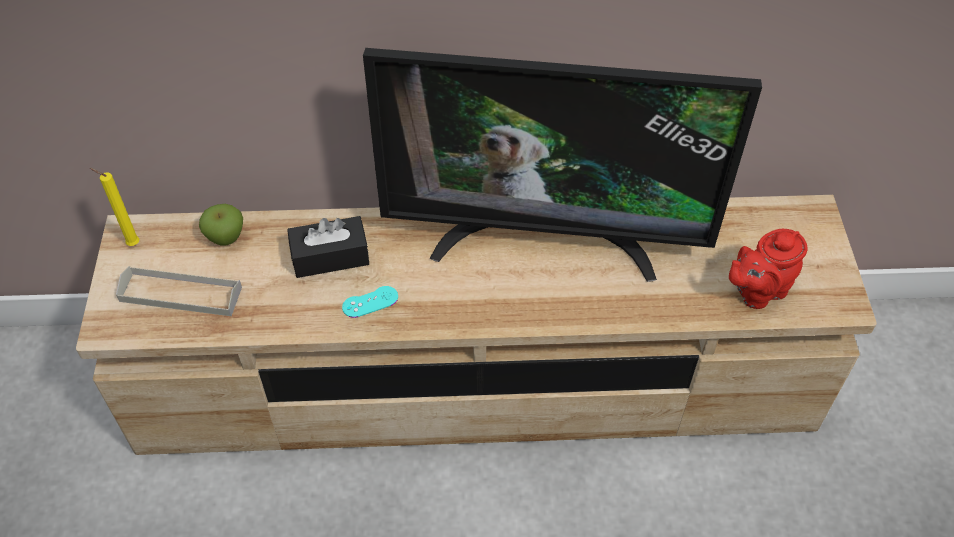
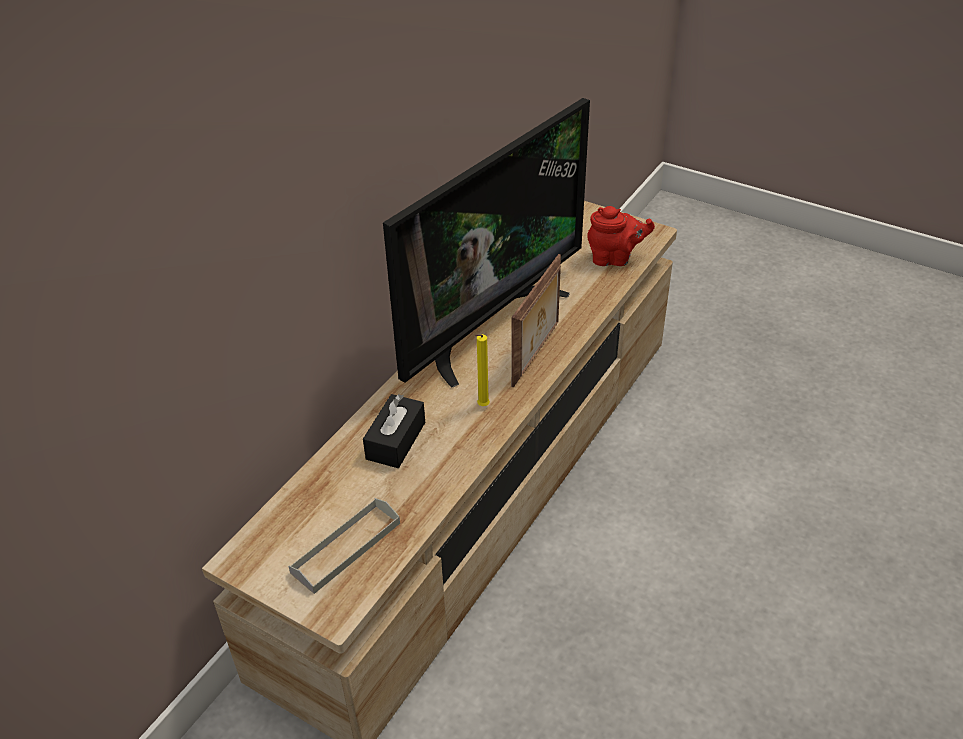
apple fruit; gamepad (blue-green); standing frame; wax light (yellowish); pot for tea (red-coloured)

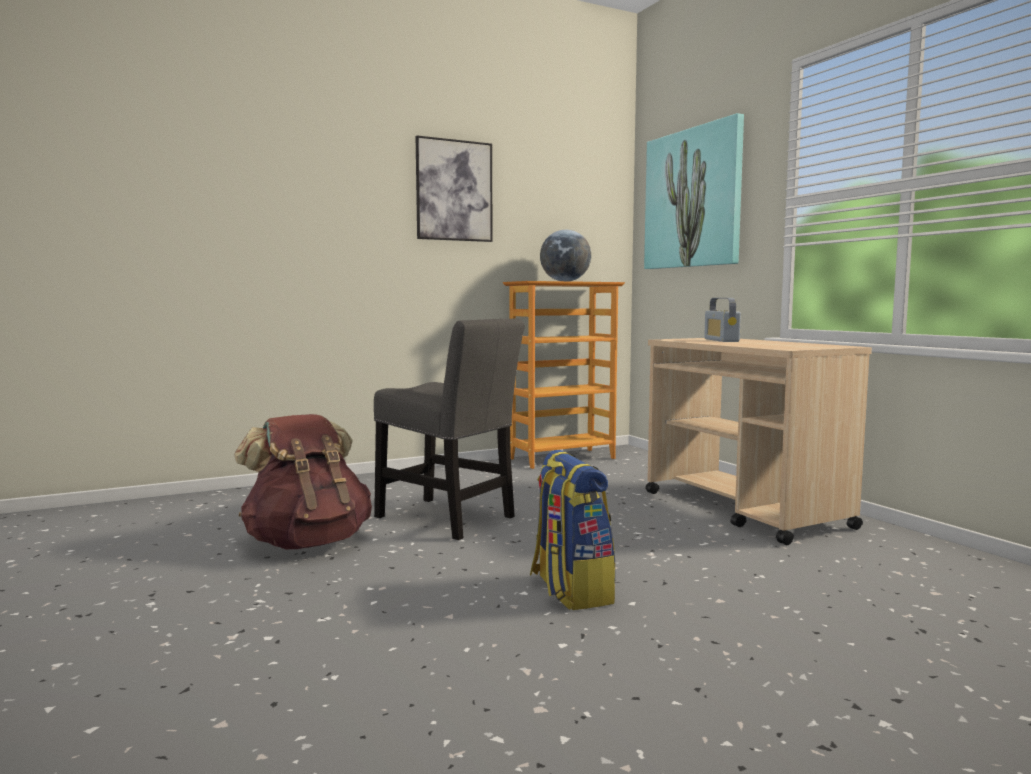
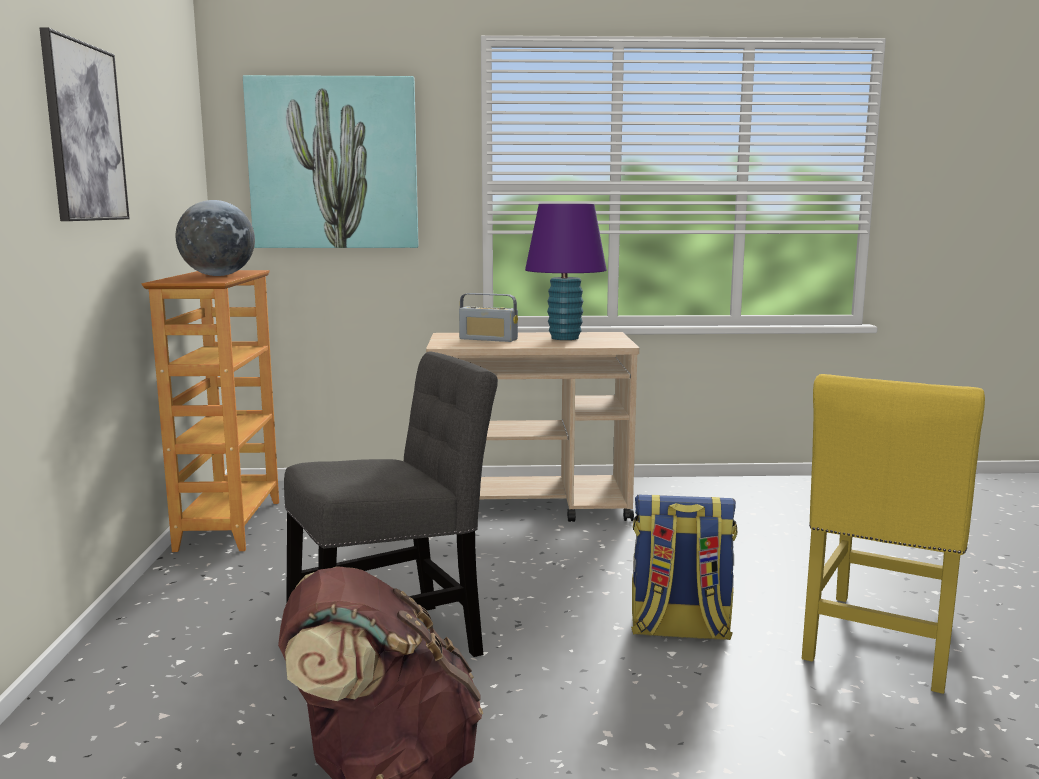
table lamp (purplish); chair (yellowish)

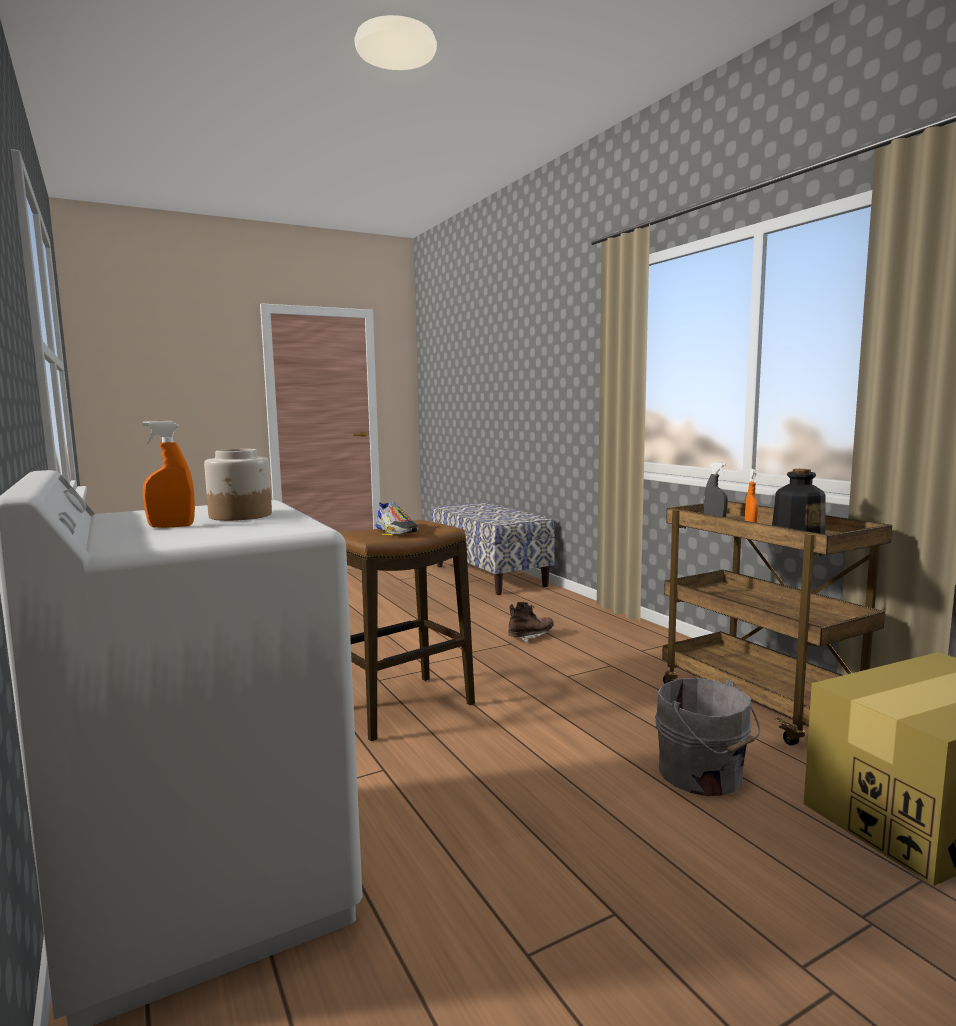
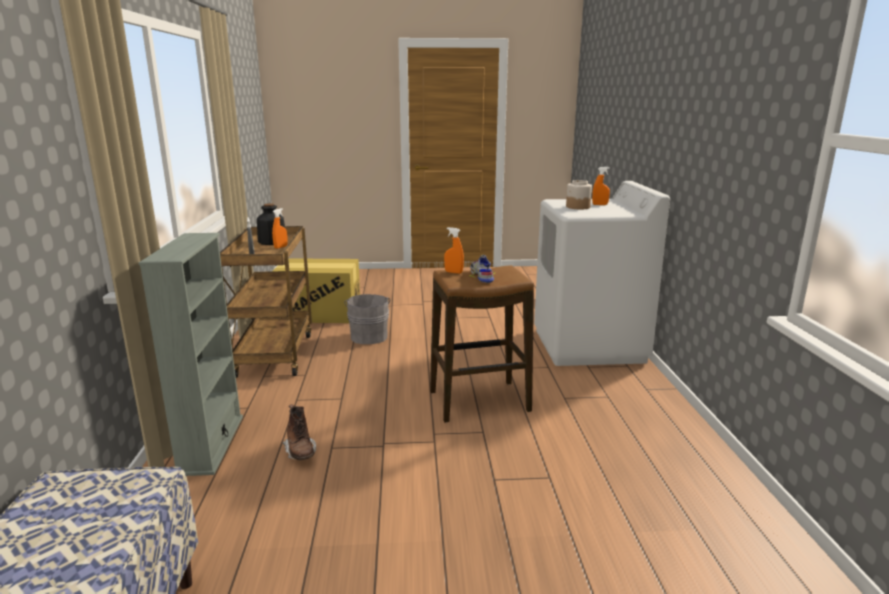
shelving unit (grey); hand sprayer (orange-coloured) (2nd from left); tall boot (brown)

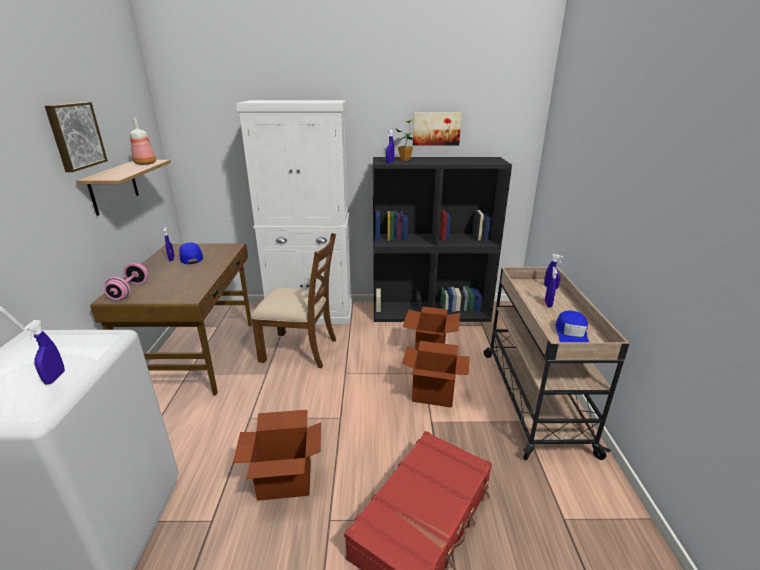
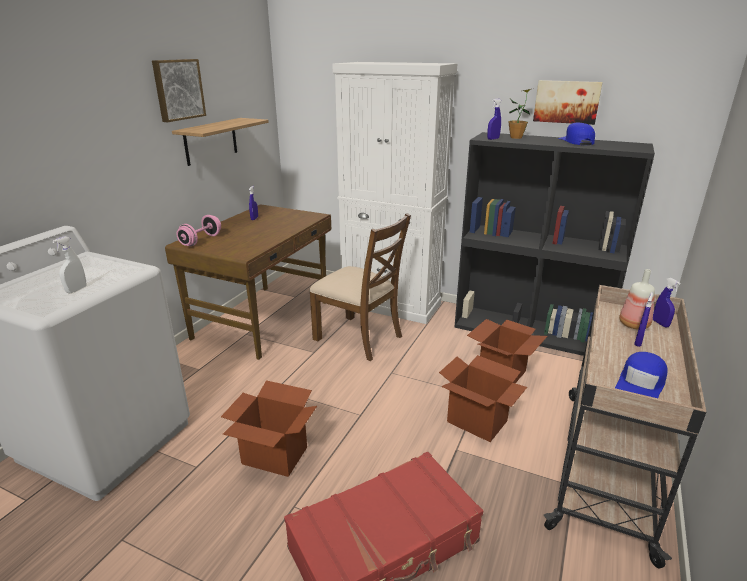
bottle; peaked cap (blue) (1st from left); hand sprayer (white-coloured)

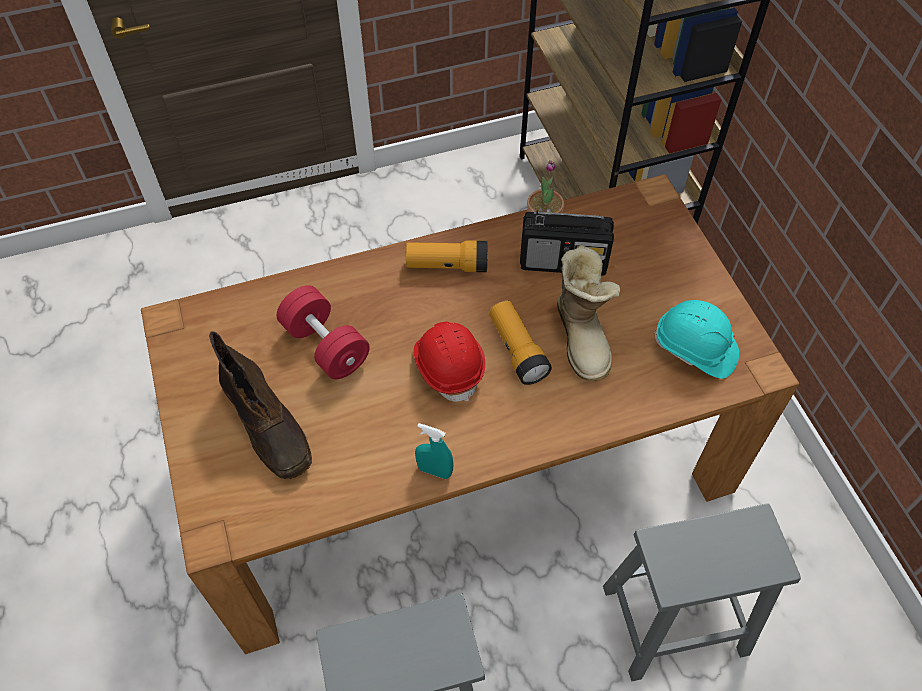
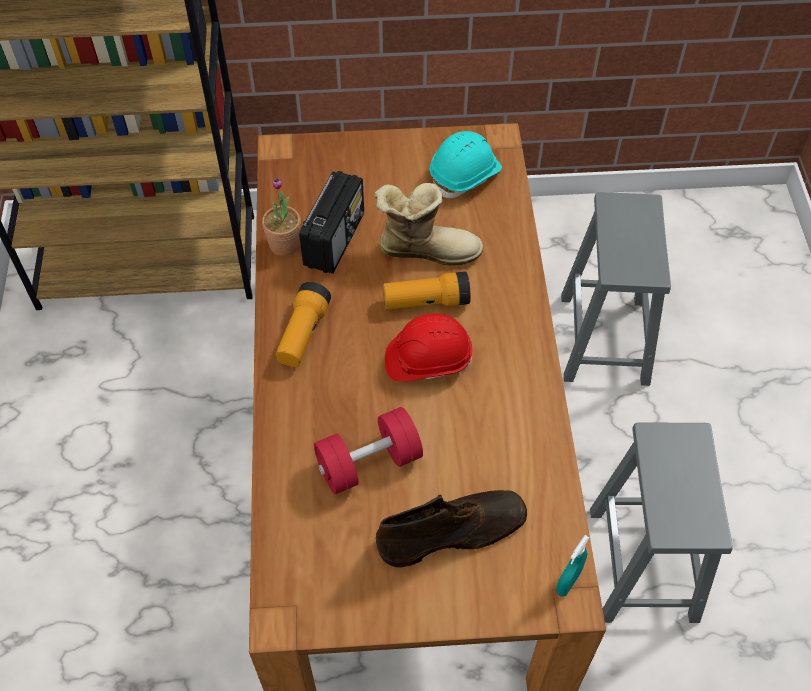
hand sprayer (blue-green)

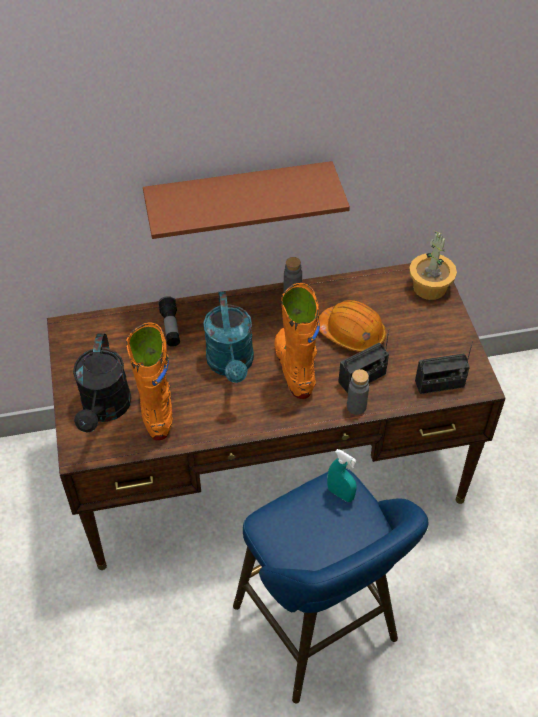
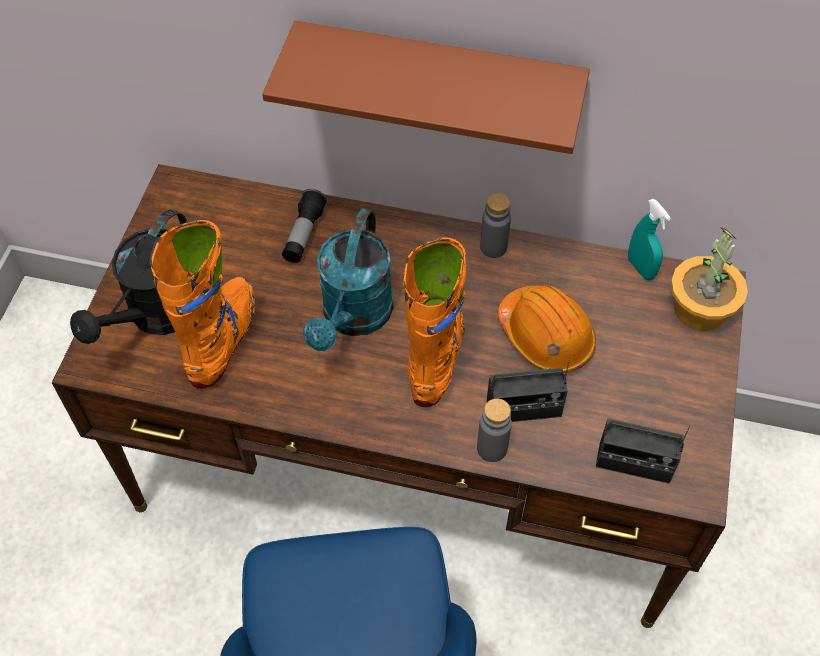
hand sprayer (blue-green)

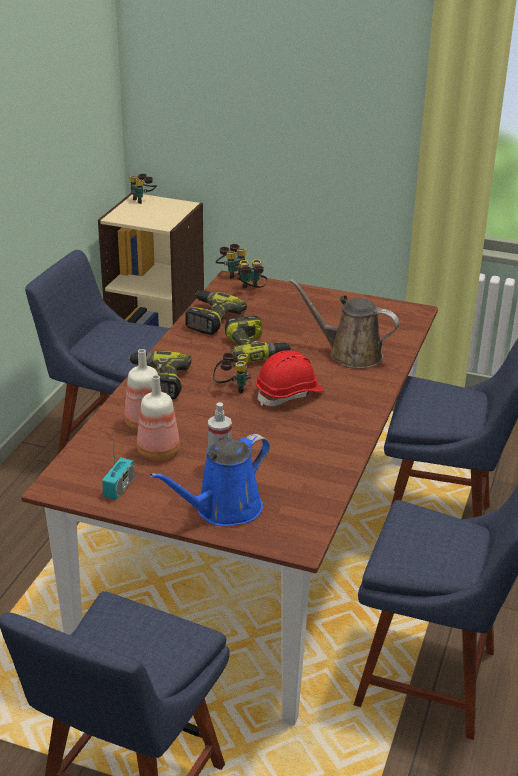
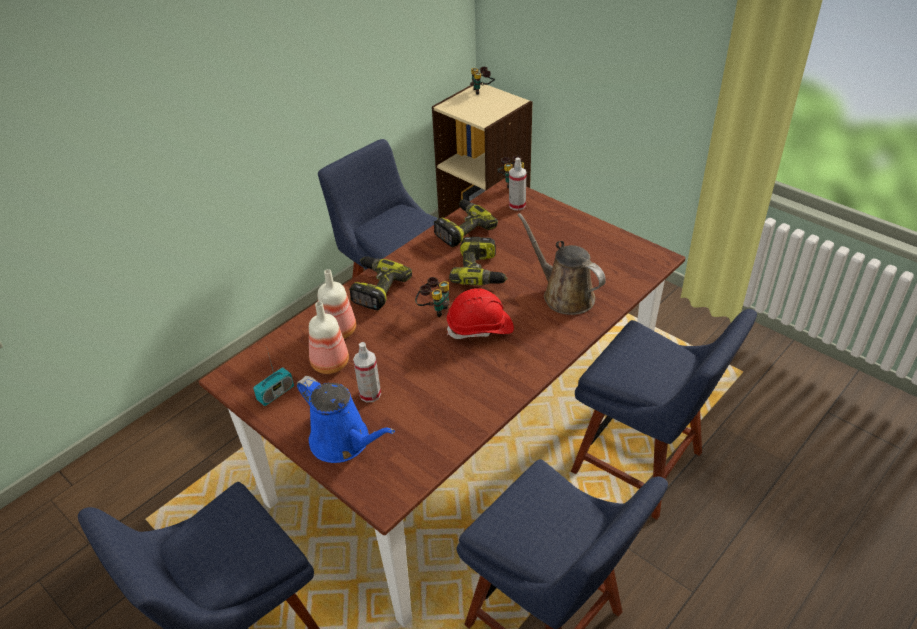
hand sprayer (2nd from left); watering pot (blue)

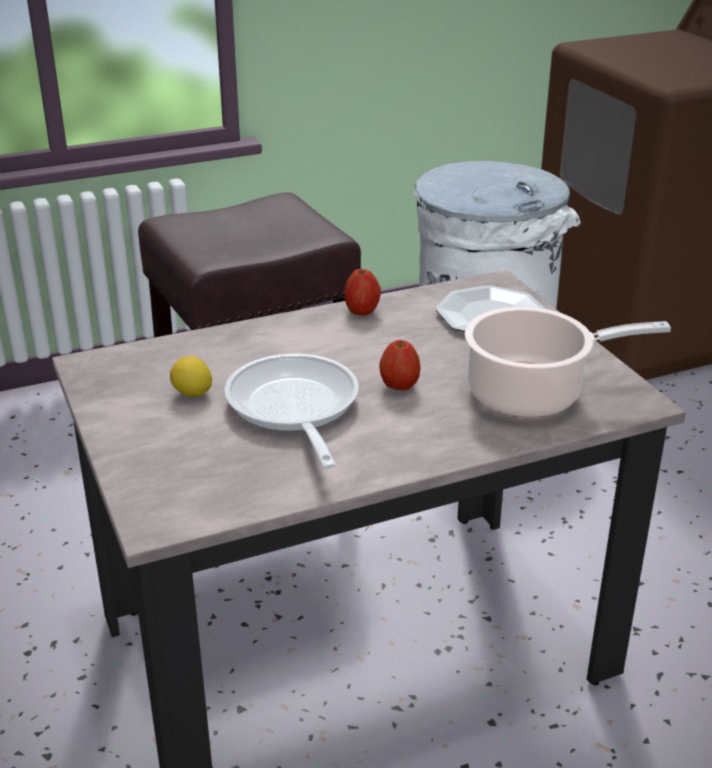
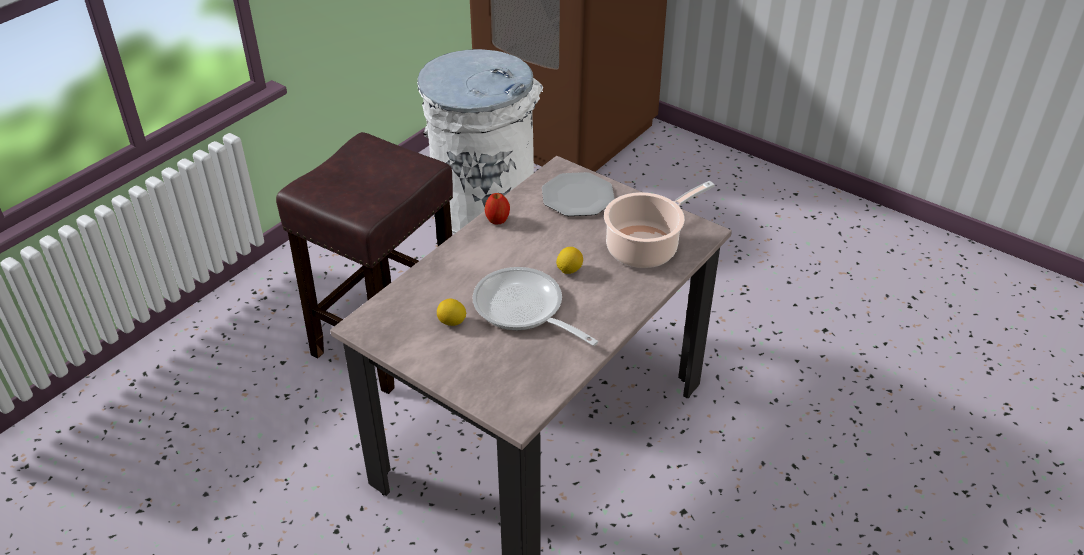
lemon (2nd from left)

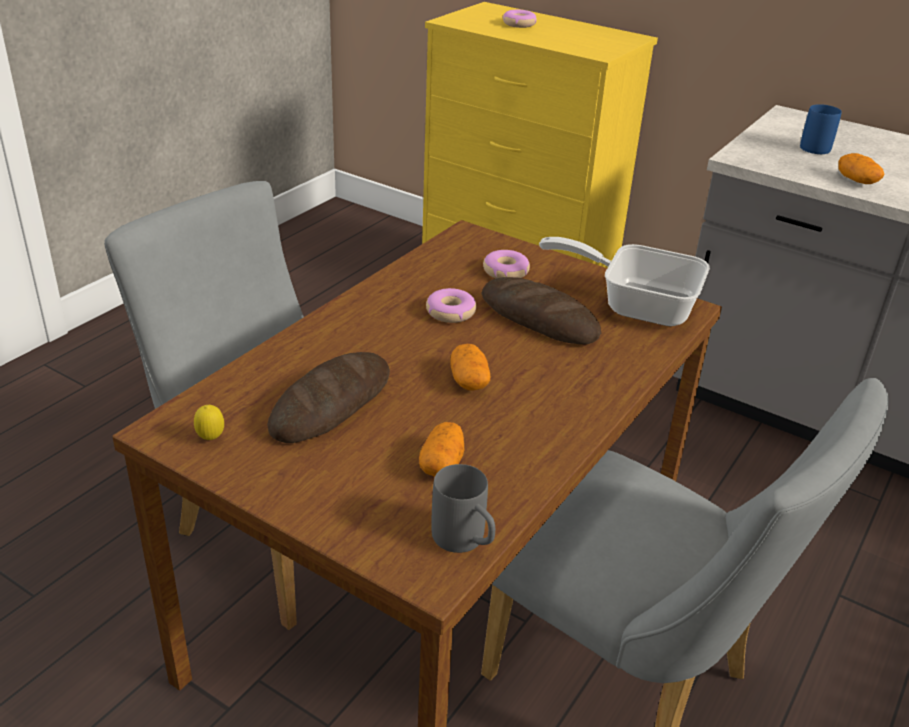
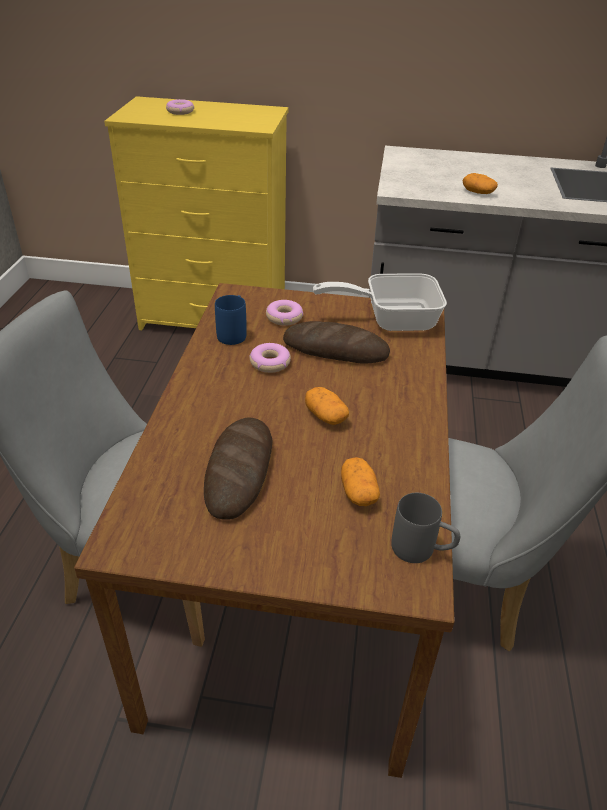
lemon; tea mug (blue)

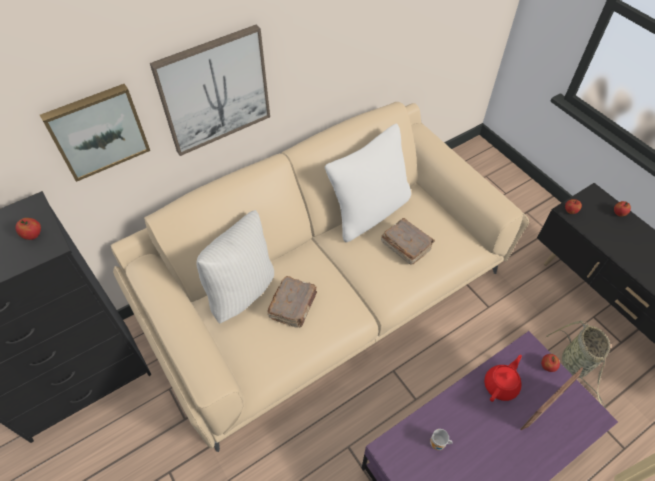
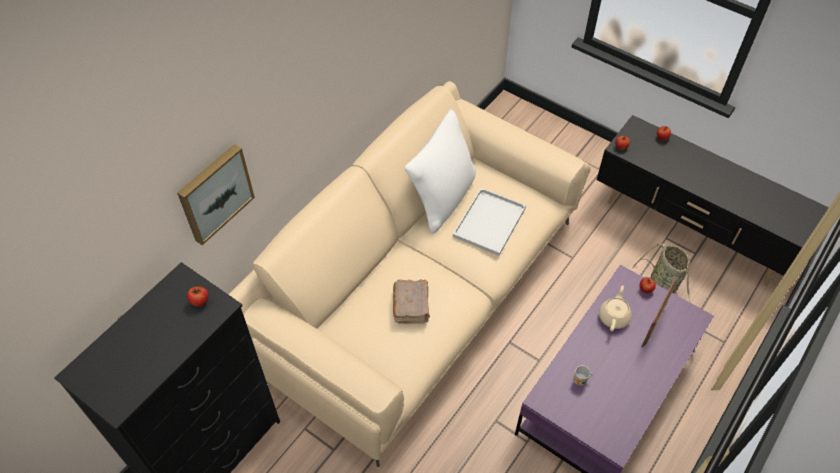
wall picture (2nd from left in the first image); cushion (white-coloured) (1st from left in the first image); serving tray (white-coloured); pot for tea (sand-coloured)

